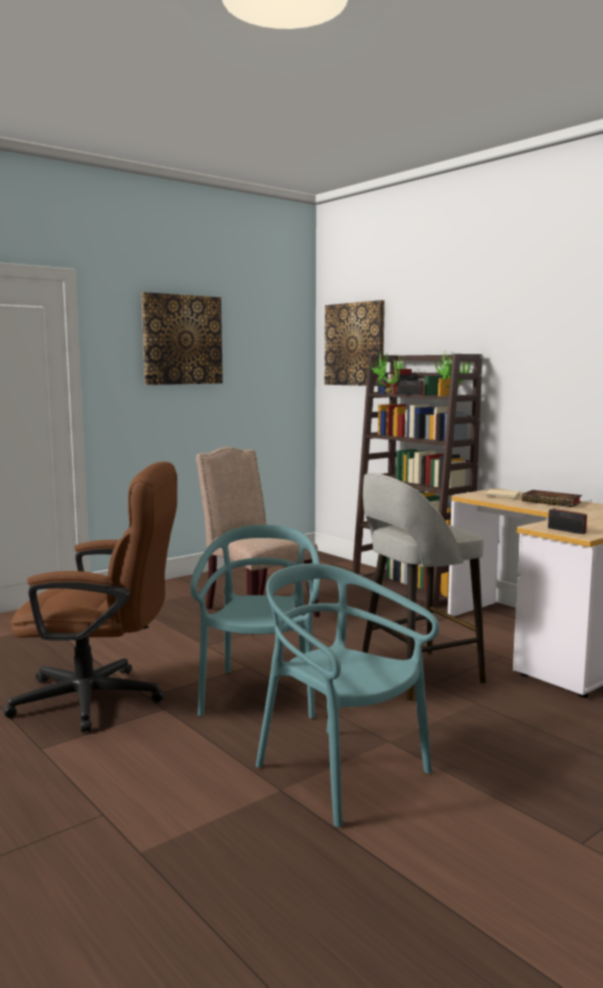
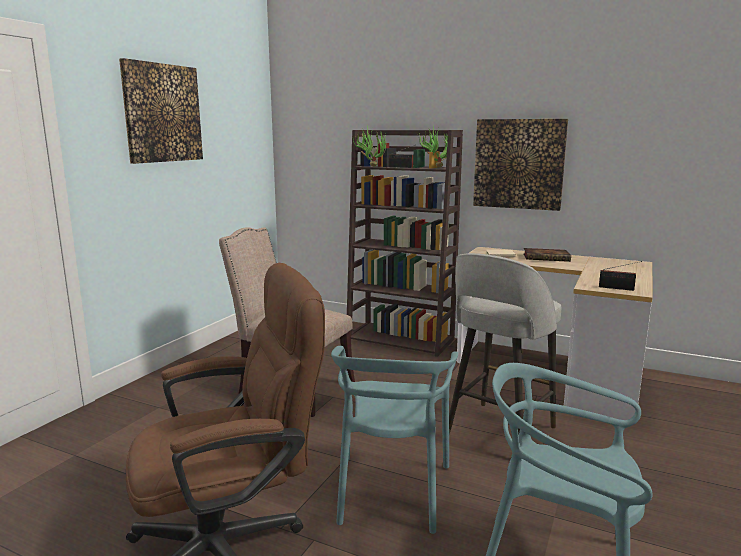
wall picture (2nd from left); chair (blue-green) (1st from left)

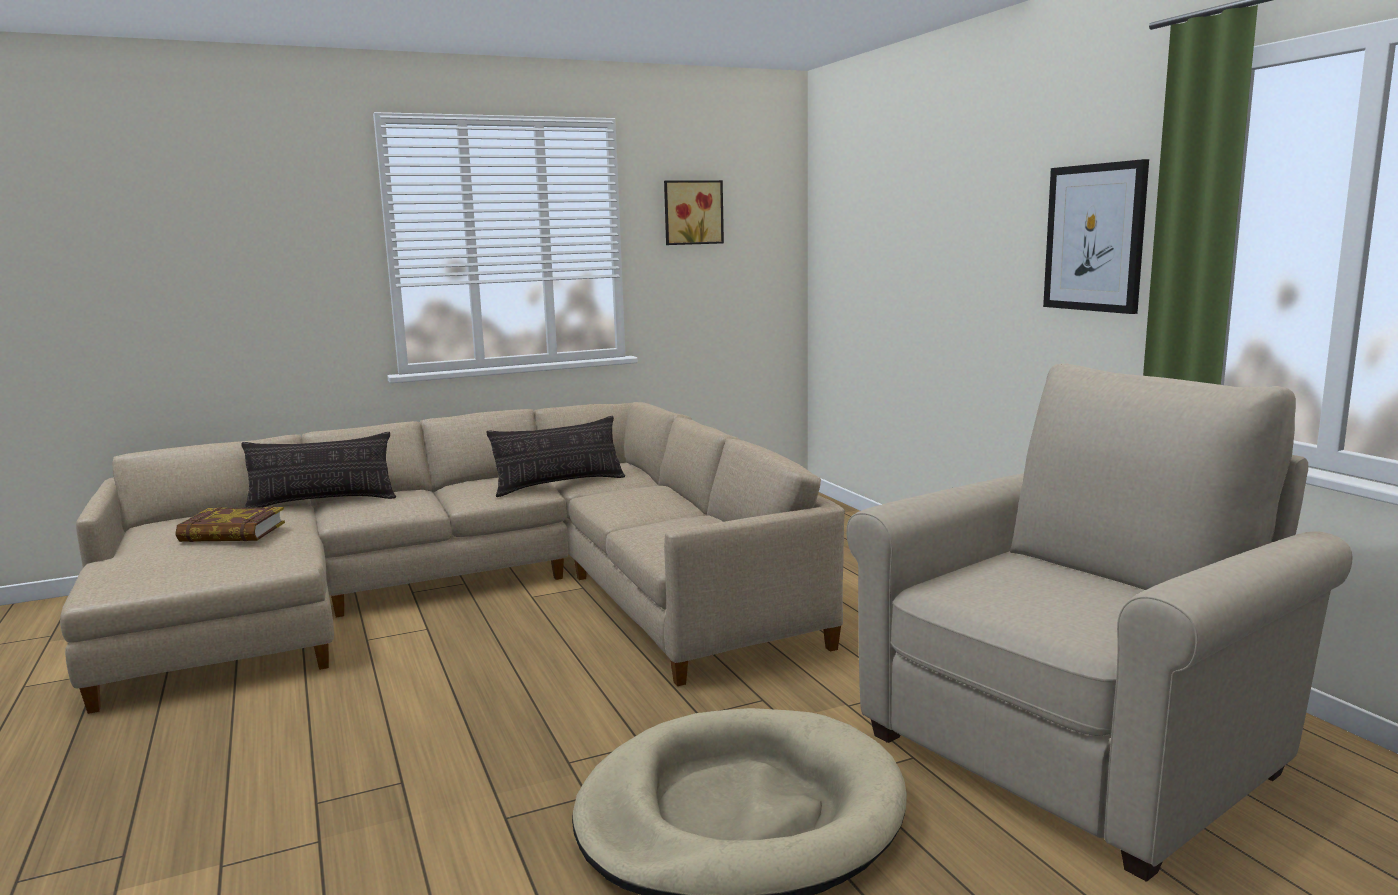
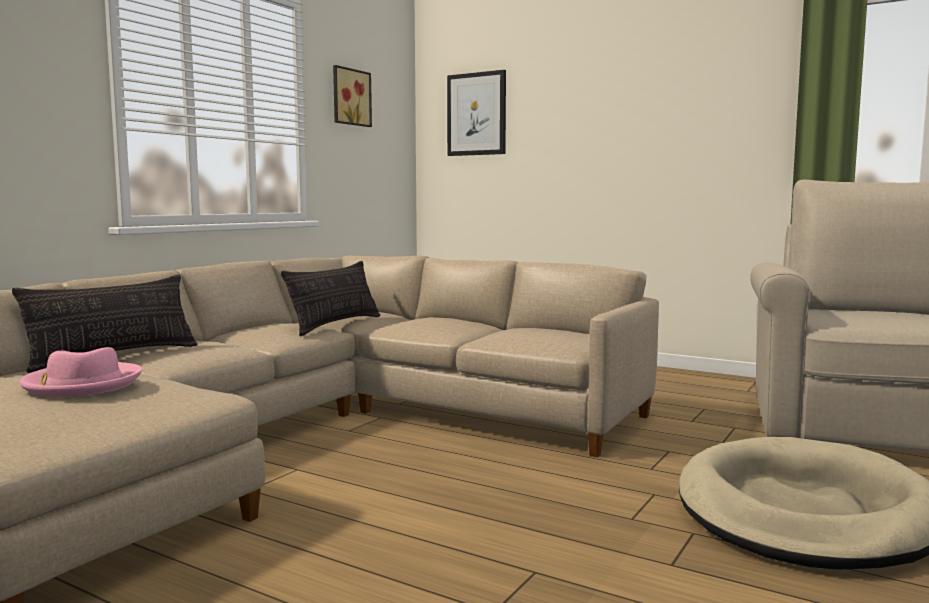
wall picture (2nd from left); wearable hat (pink)

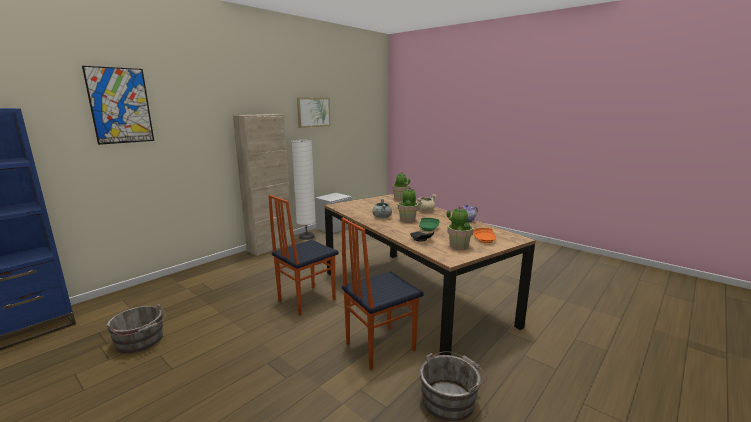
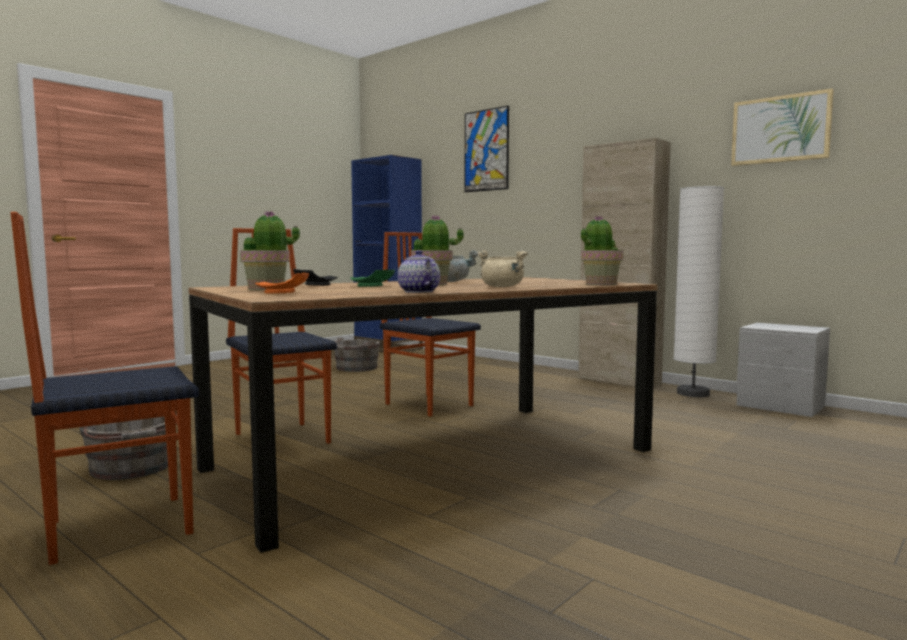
chair (1st from left)

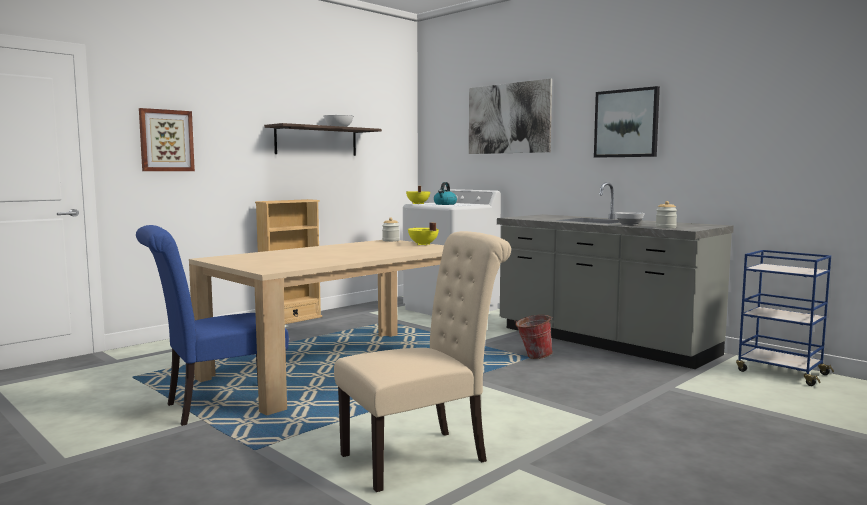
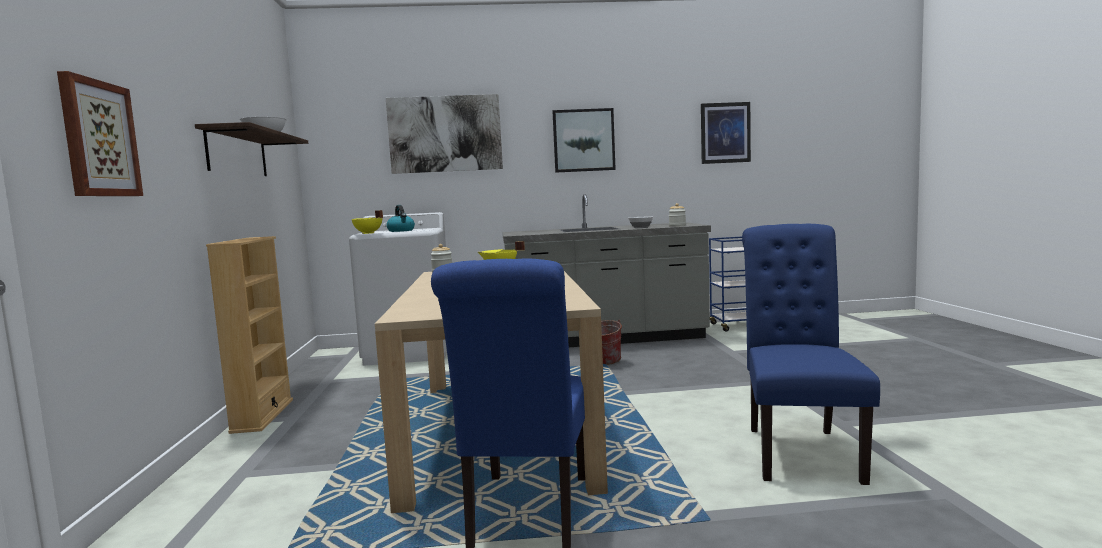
wall picture (4th from left); chair (blue) (2nd from left)

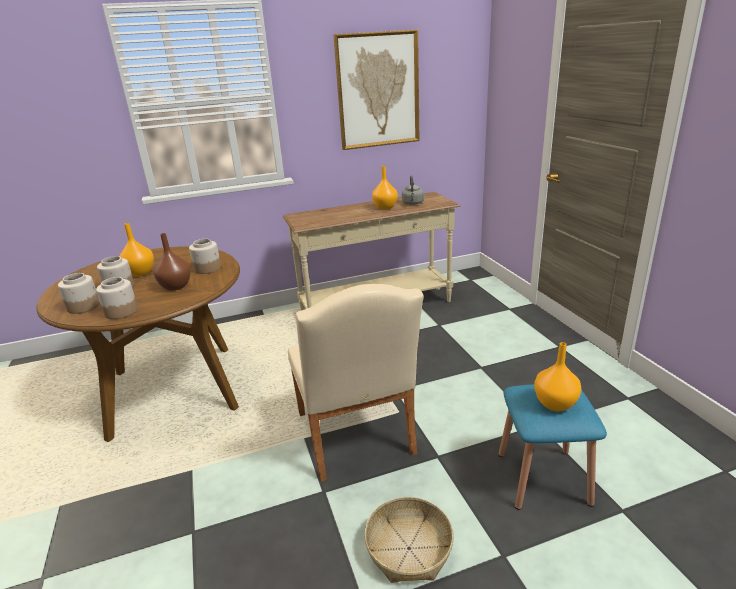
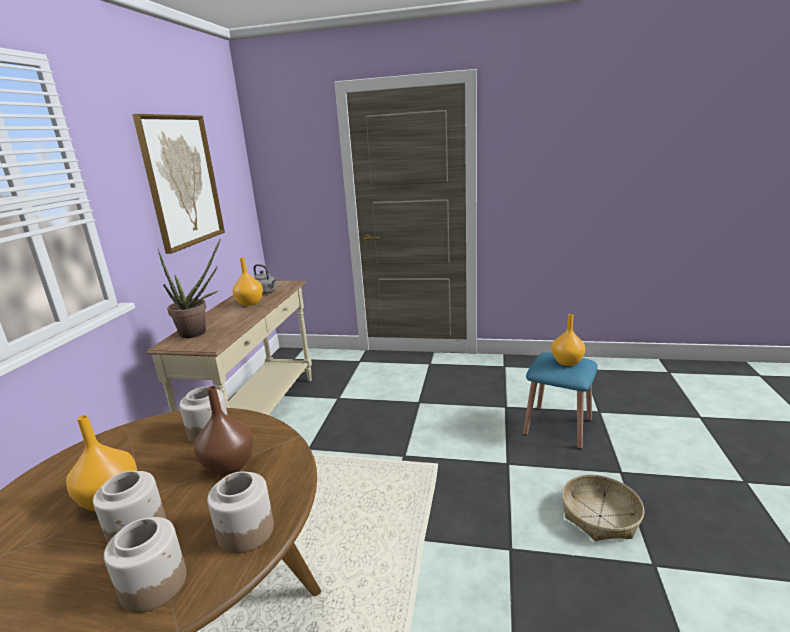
chair (sand-coloured); plant in a pot

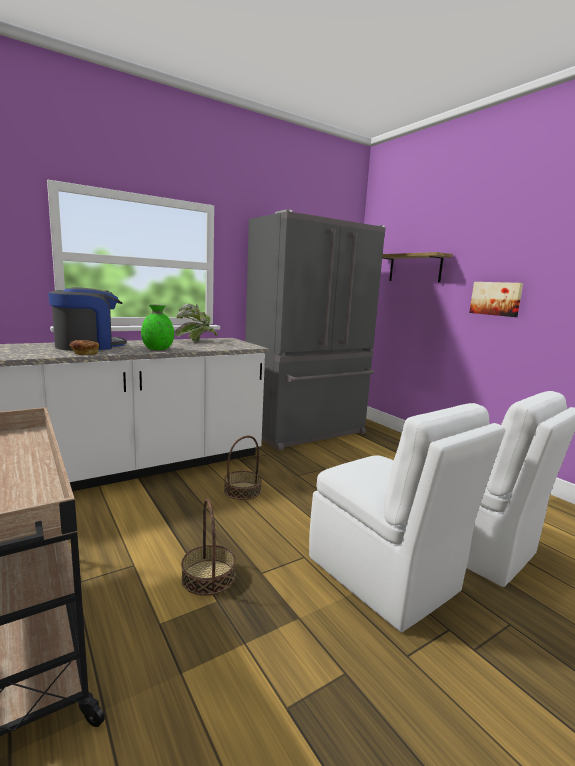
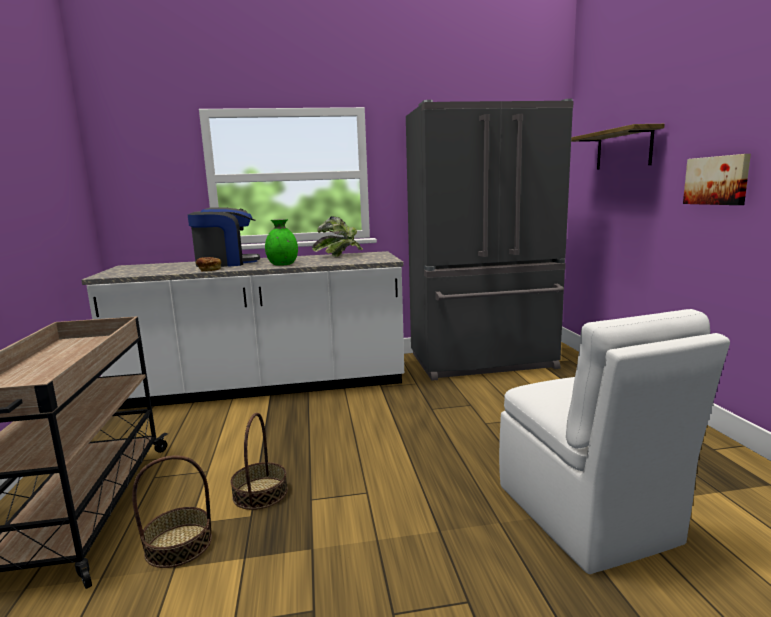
chair (white-coloured) (1st from left in the first image); basket (1st from left)

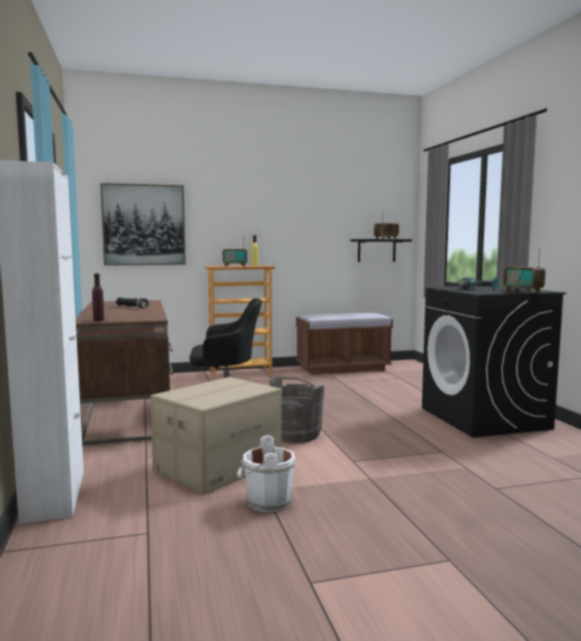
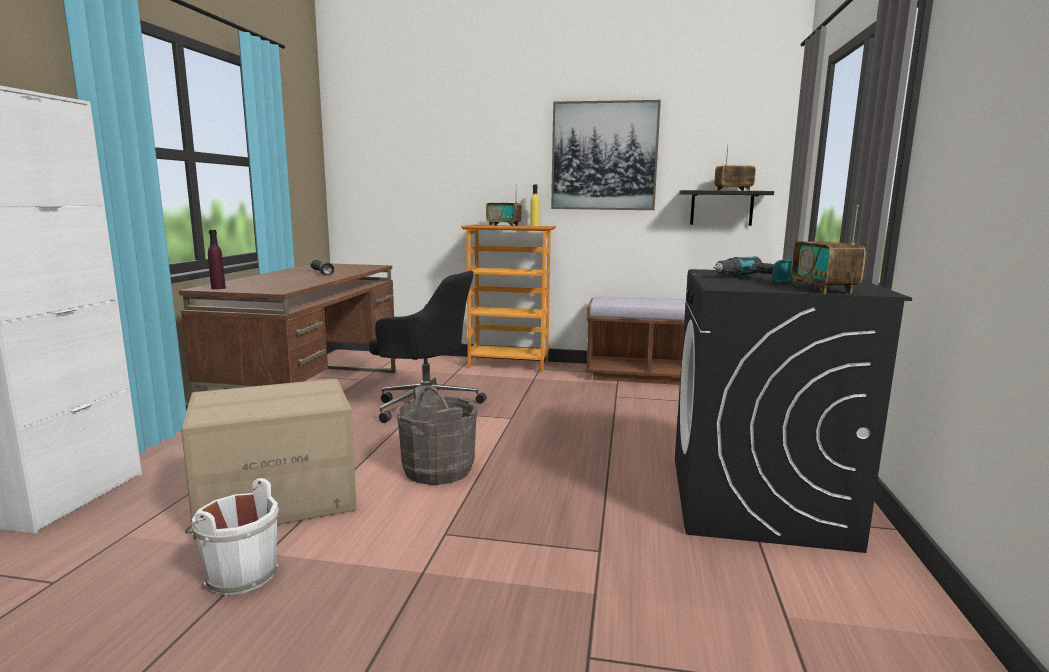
wall picture

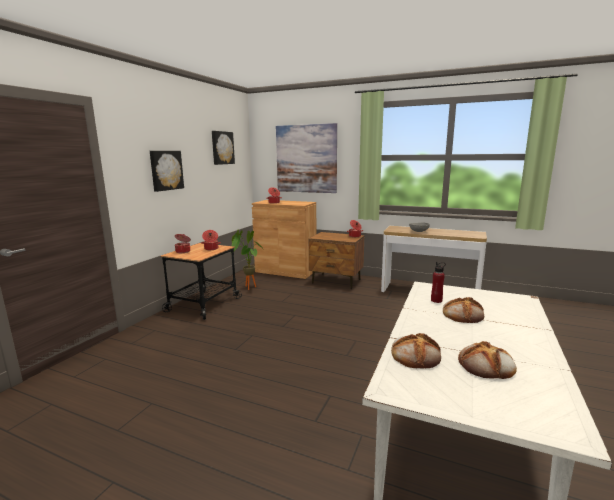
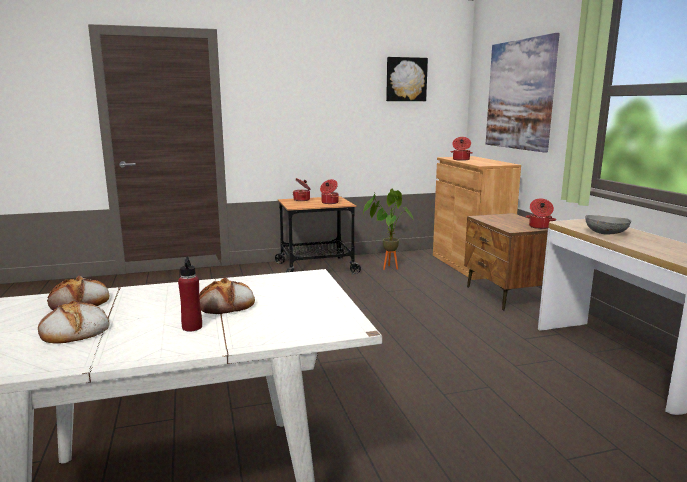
wall picture (1st from left in the first image); bottle (red-coloured)

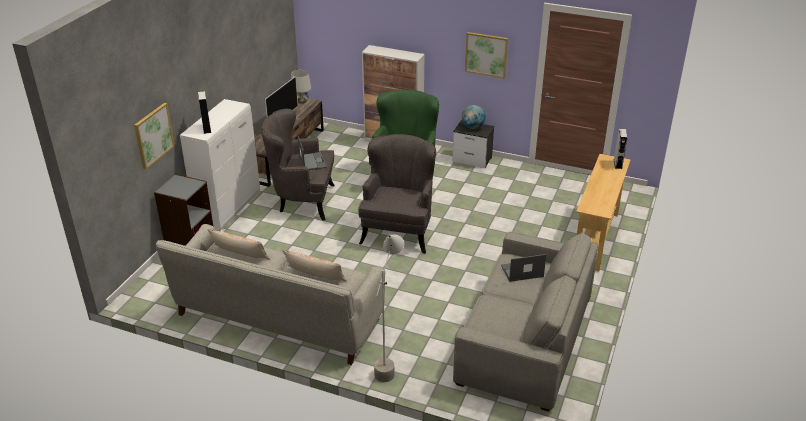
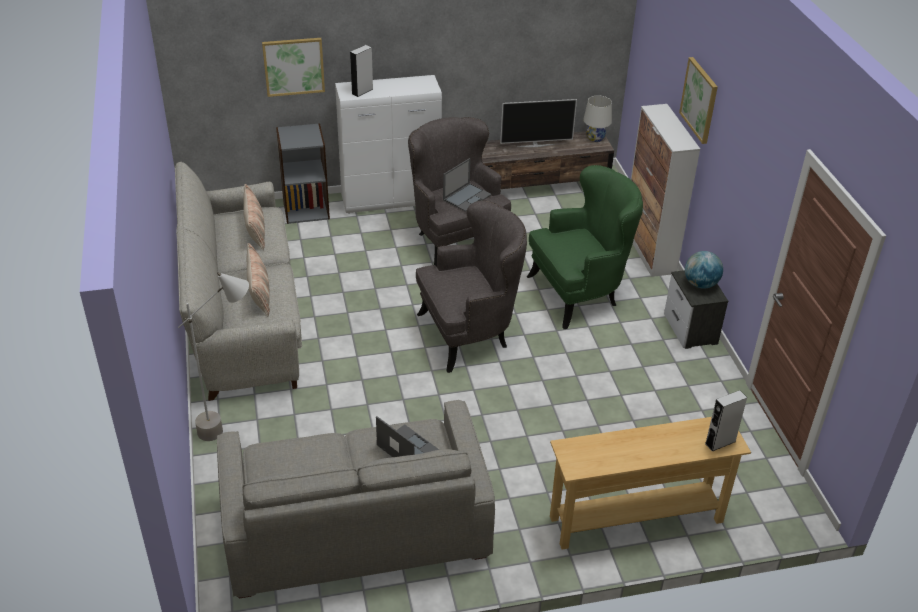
wall picture (2nd from left)

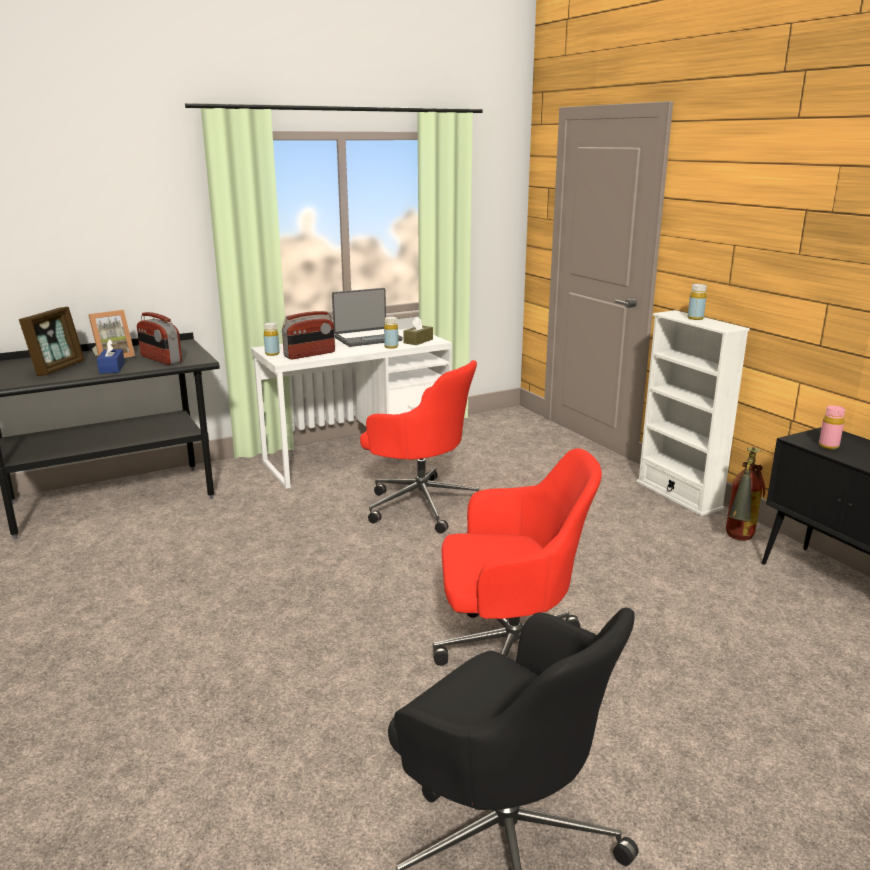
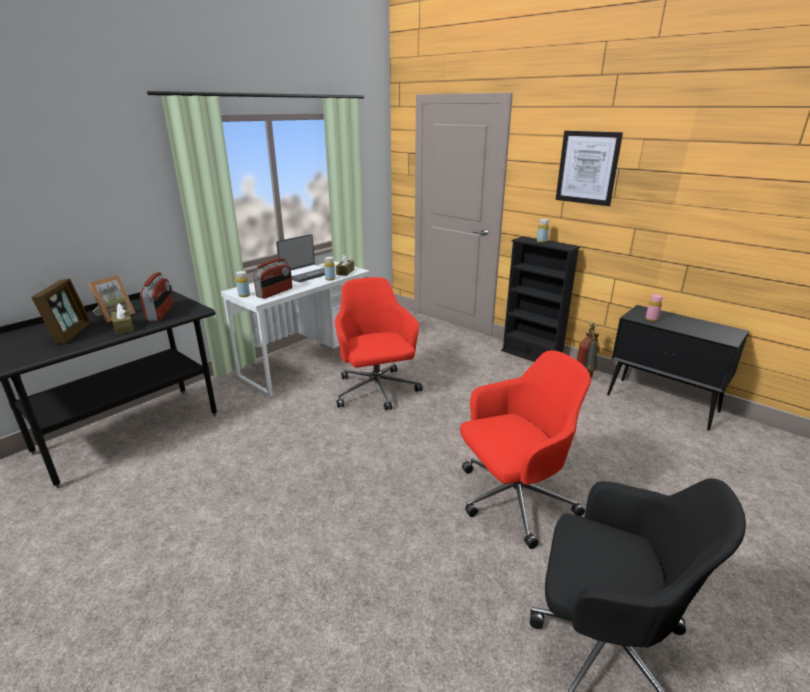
wall picture; tissue holder (brown) (1st from left); shelving unit (blackish); radio receiver (1st from left); desk chair (red-coloured) (1st from left)

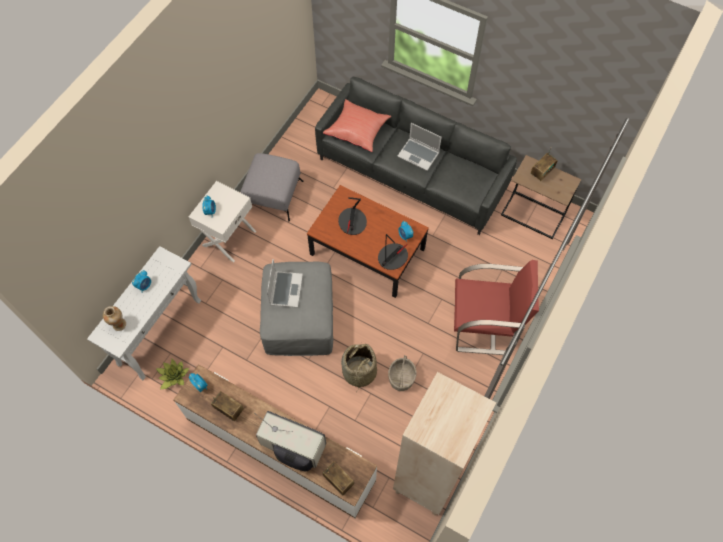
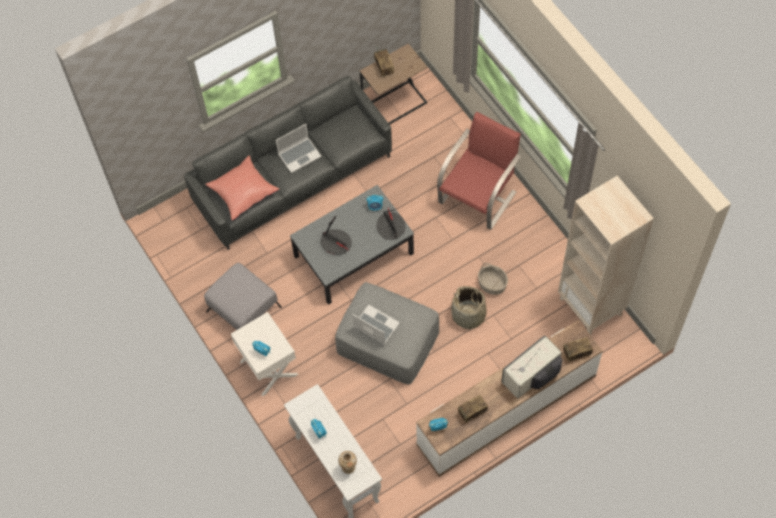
plant in a pot; coffee table (grey)

